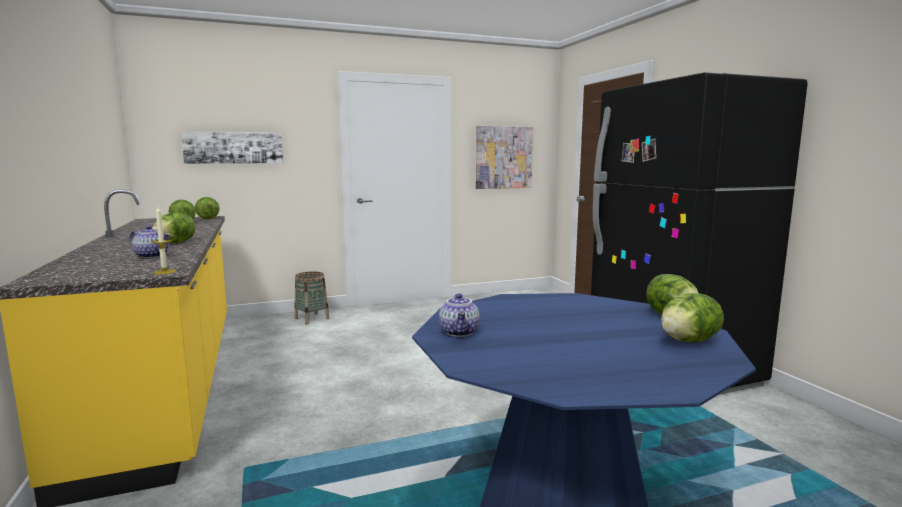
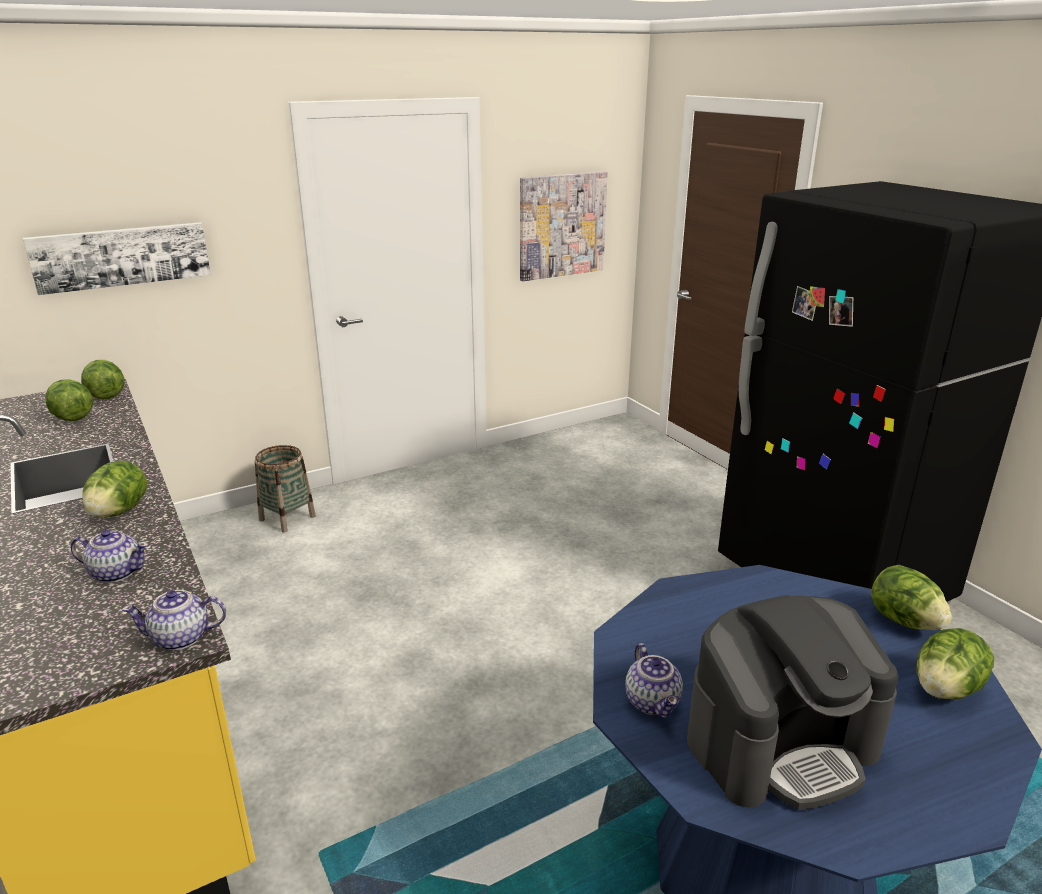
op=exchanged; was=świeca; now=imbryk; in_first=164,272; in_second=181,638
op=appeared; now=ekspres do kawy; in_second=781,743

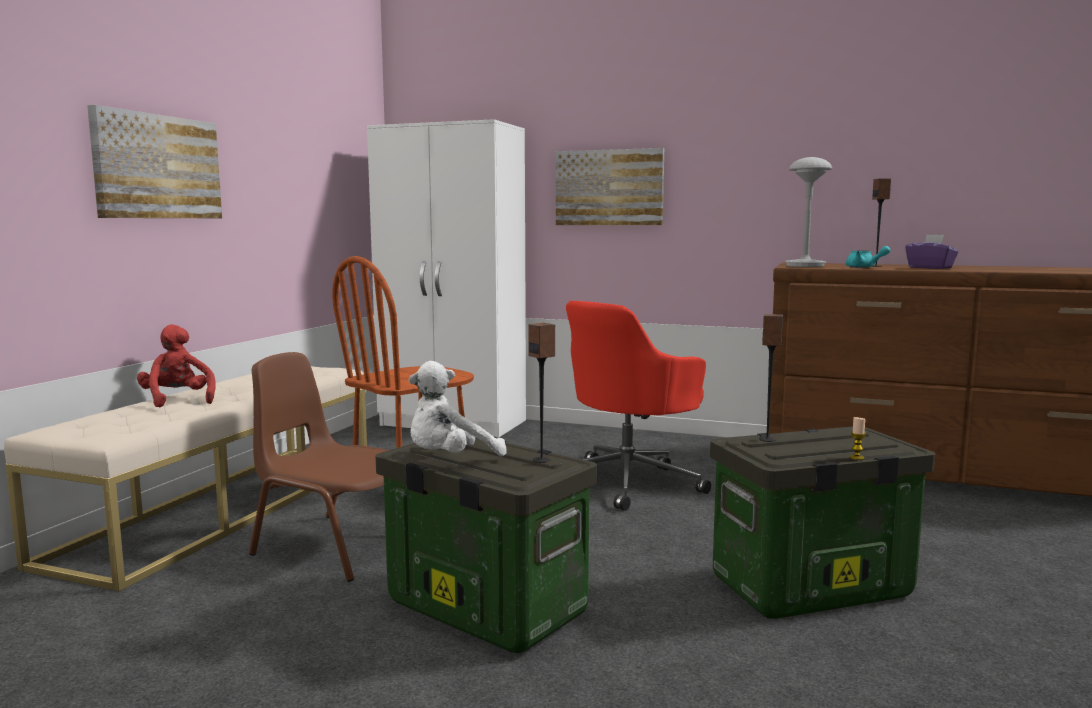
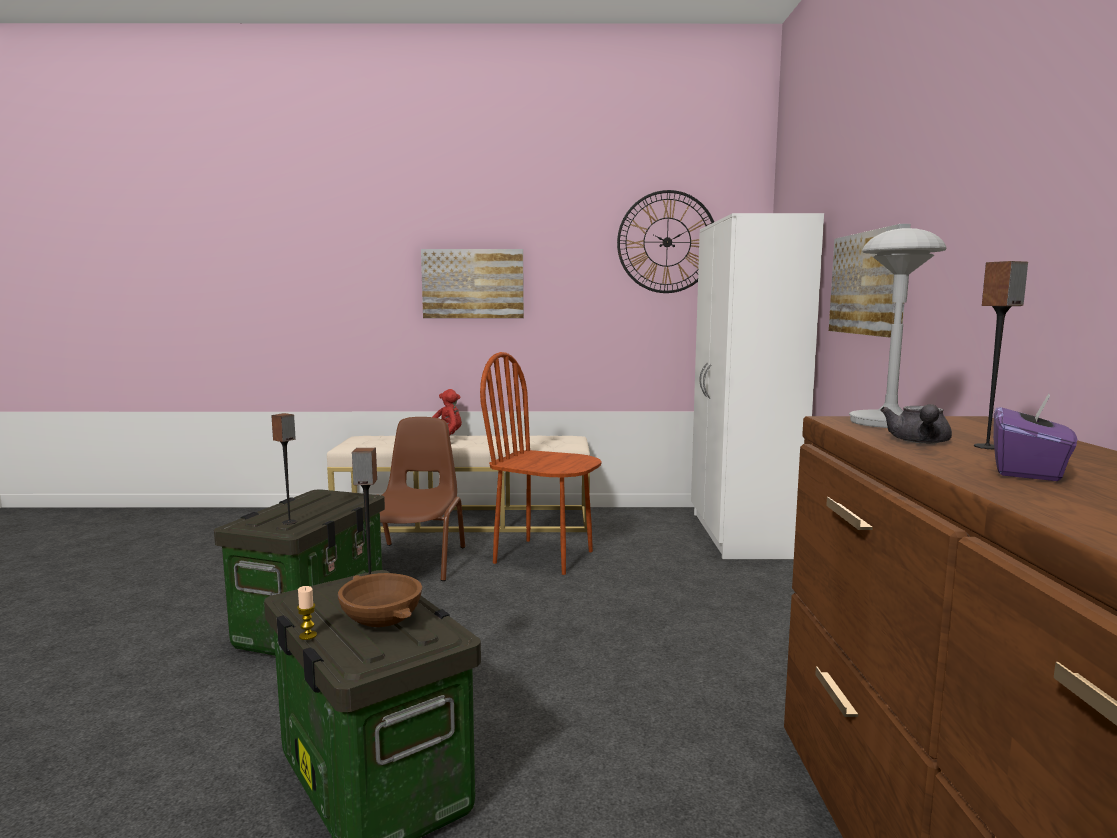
op=missing; was=pluszak [biały]; in_first=450,459
op=missing; was=krzesło biurowe [czerwony]; in_first=629,482
op=colour; was=imbryk [turkusowy]; now=imbryk [szary]; in_first=864,267; in_second=919,442
op=appeared; now=miska [brązowy]; in_second=383,617
op=appeared; now=zegar ścienny; in_second=667,242

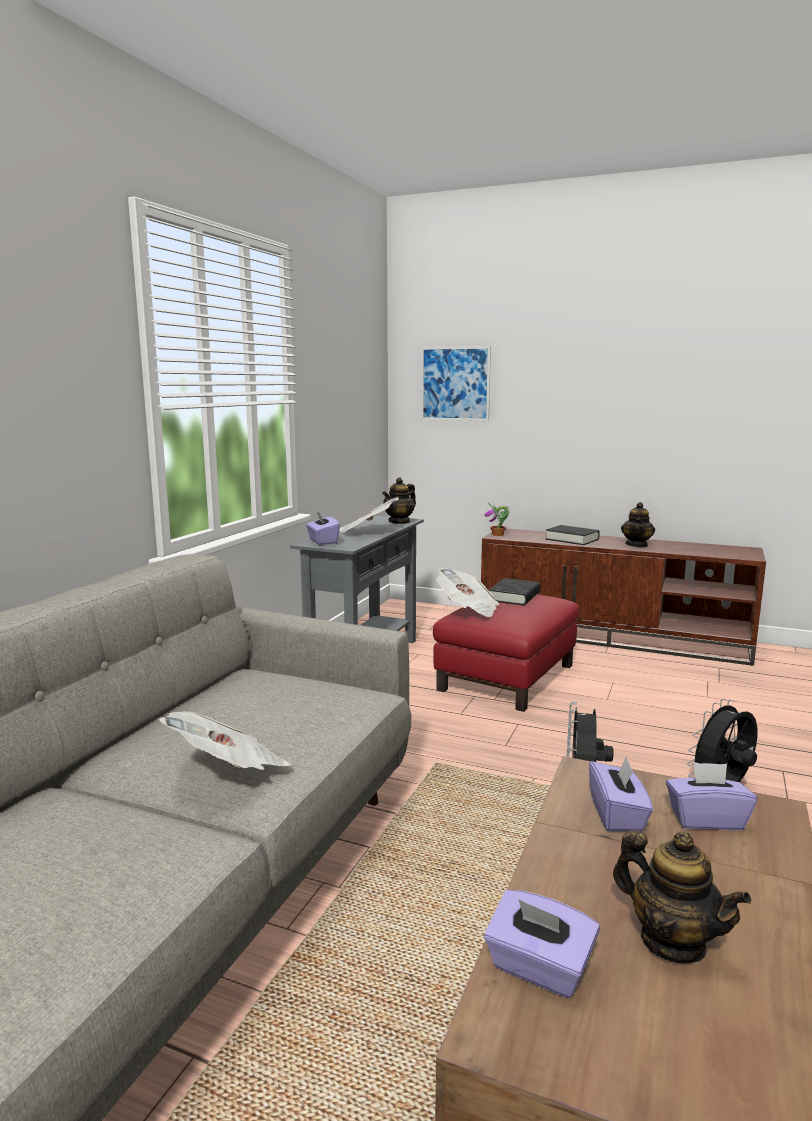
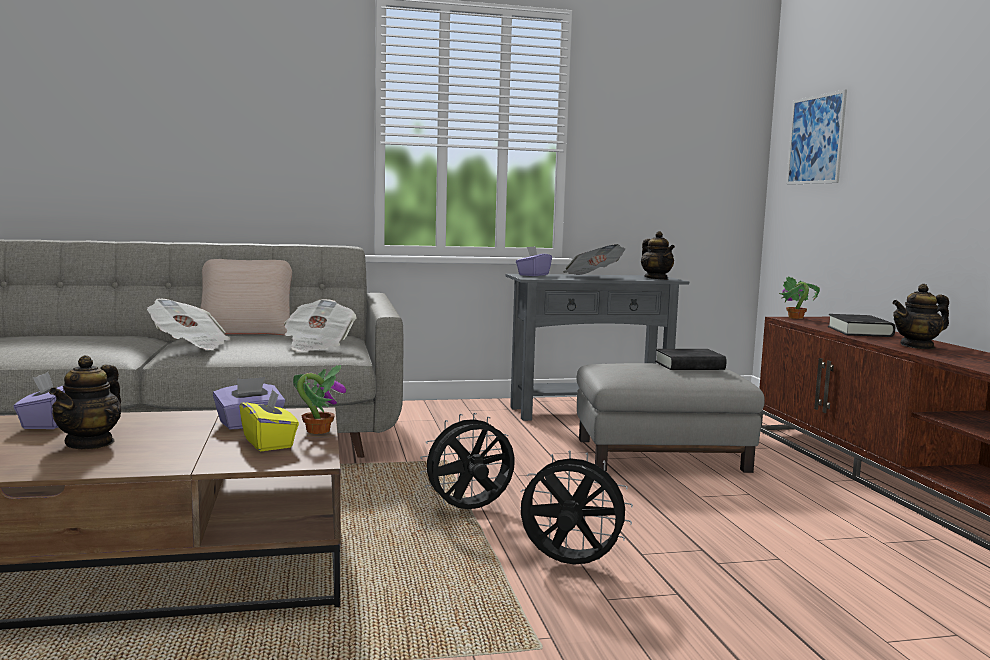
op=spun; was=imbryk; in_first=399,522; in_second=656,279; clockwise=-120
op=colour; was=pufa [czerwony]; now=pufa [szary]; in_first=506,677; in_second=661,455
op=relocated; was=gazeta; in_first=468,609; in_second=317,345
op=colour; was=pudełko chusteczek [fioletowy]; now=pudełko chusteczek [żółty]; in_first=706,819; in_second=269,443
op=appeared; now=poduszka [beżowy]; in_second=247,331
op=appeared; now=roślina doniczkowa; in_second=317,430

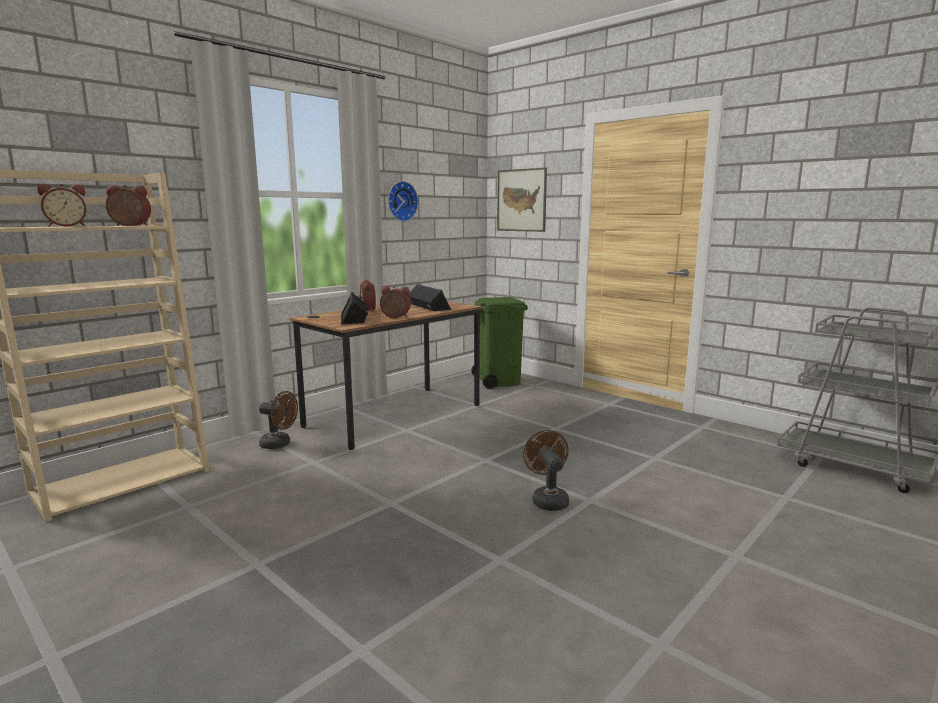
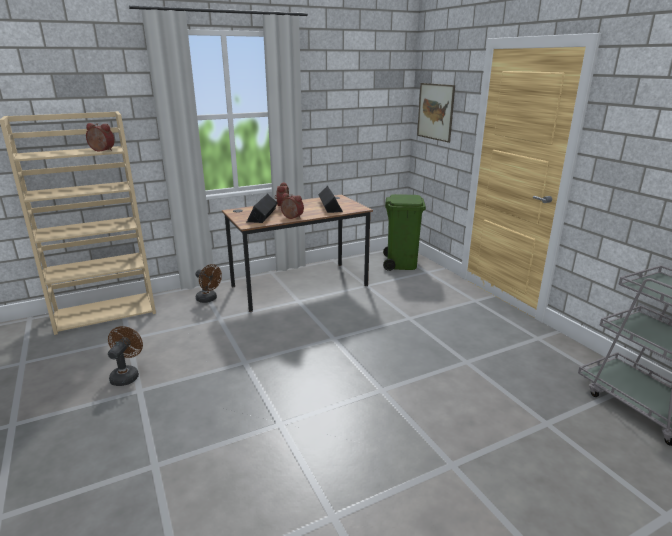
op=missing; was=budzik; in_first=67,226
op=missing; was=zegar ścienny; in_first=401,201
op=relocated; was=wentylator [brązowy]; in_first=547,499; in_second=126,375

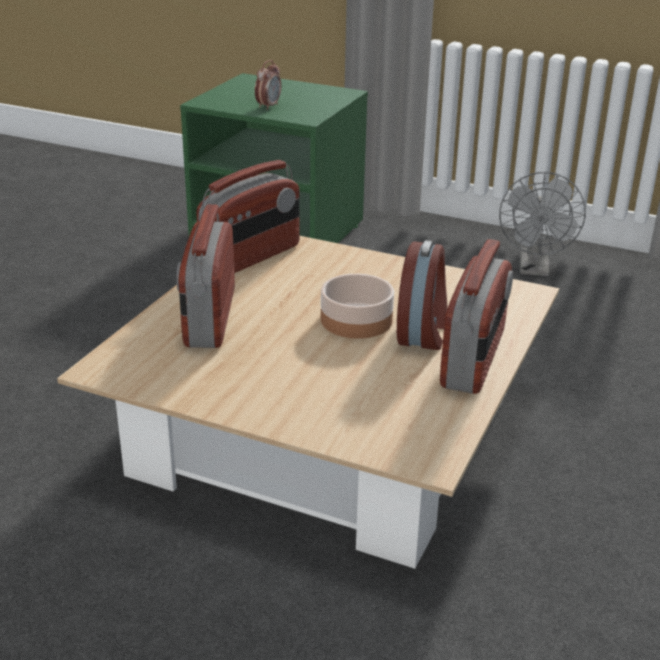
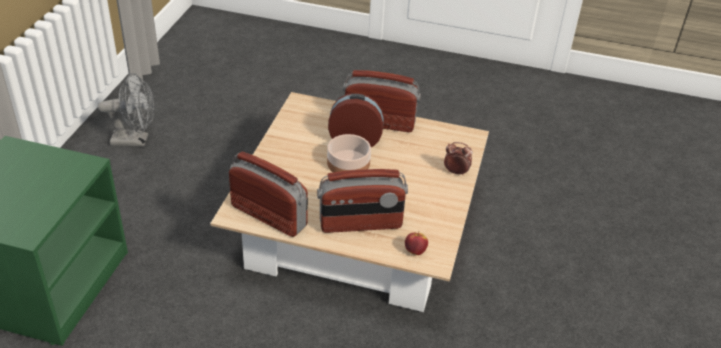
op=relocated; was=budzik; in_first=268,106; in_second=456,172
op=appeared; now=jabłko; in_second=415,251

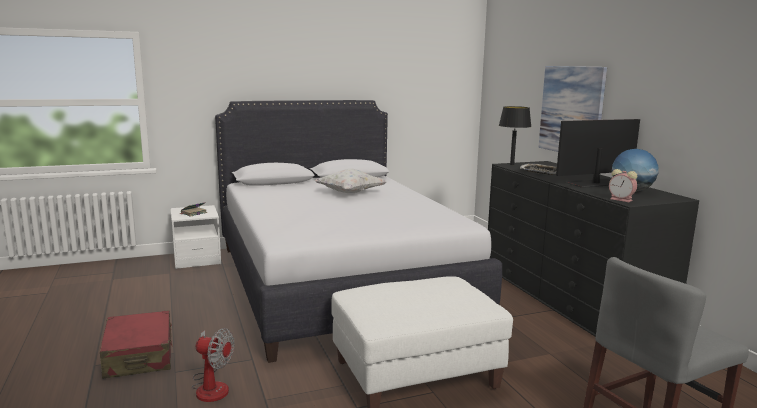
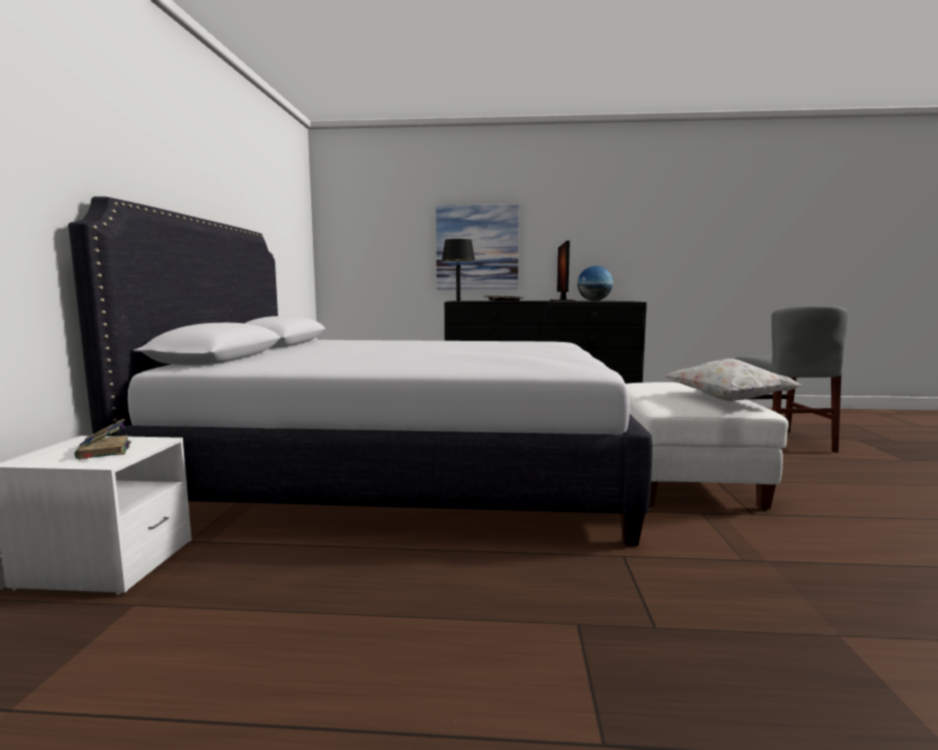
op=missing; was=walizka [czerwony]; in_first=139,356
op=missing; was=wentylator; in_first=211,386
op=relocated; was=poduszka [biały]; in_first=350,193; in_second=729,400
op=missing; was=budzik; in_first=622,200

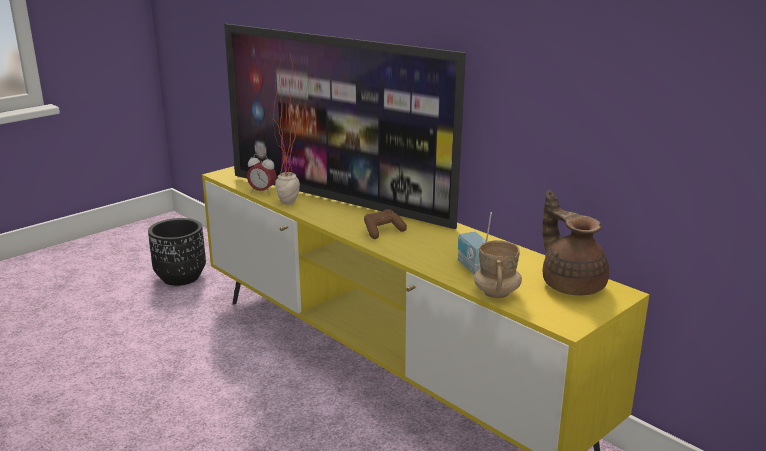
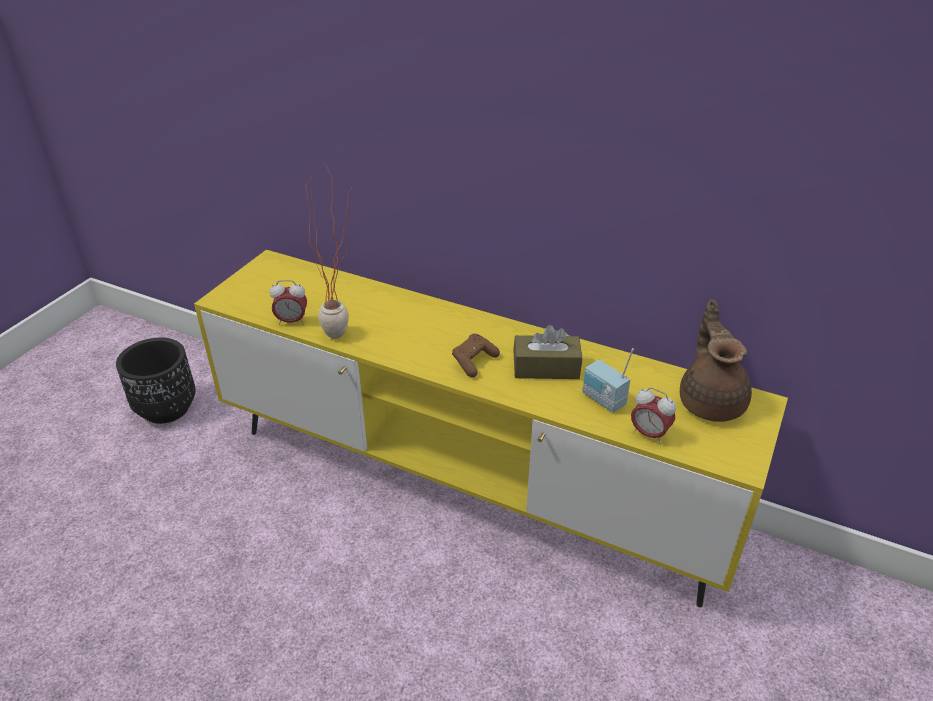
op=missing; was=telewizor; in_first=340,199
op=exchanged; was=kubek [beżowy]; now=budzik; in_first=496,293; in_second=649,434
op=spun; was=imbryk [brązowy]; in_first=571,284; in_second=711,401; clockwise=45
op=appeared; now=pudełko chusteczek [brązowy]; in_second=546,368

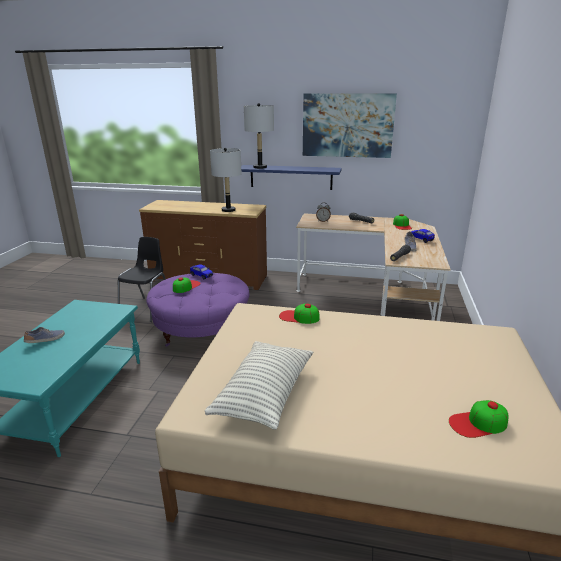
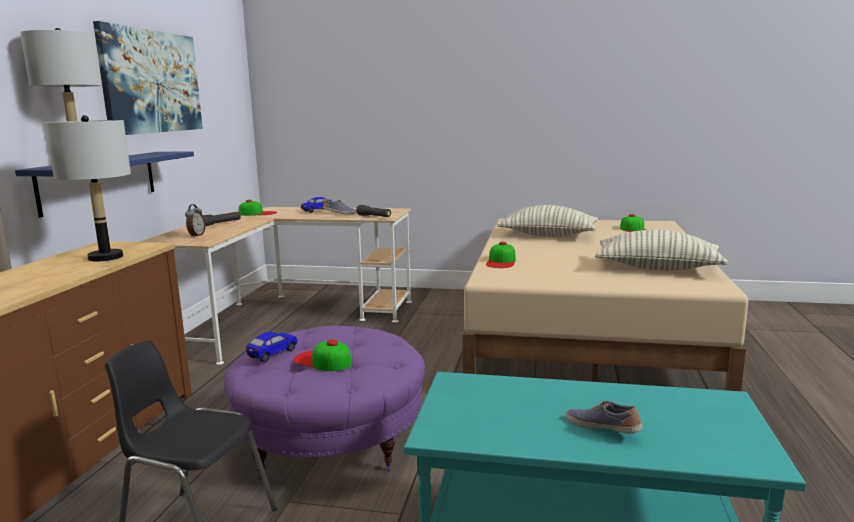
op=appeared; now=poduszka; in_second=548,235

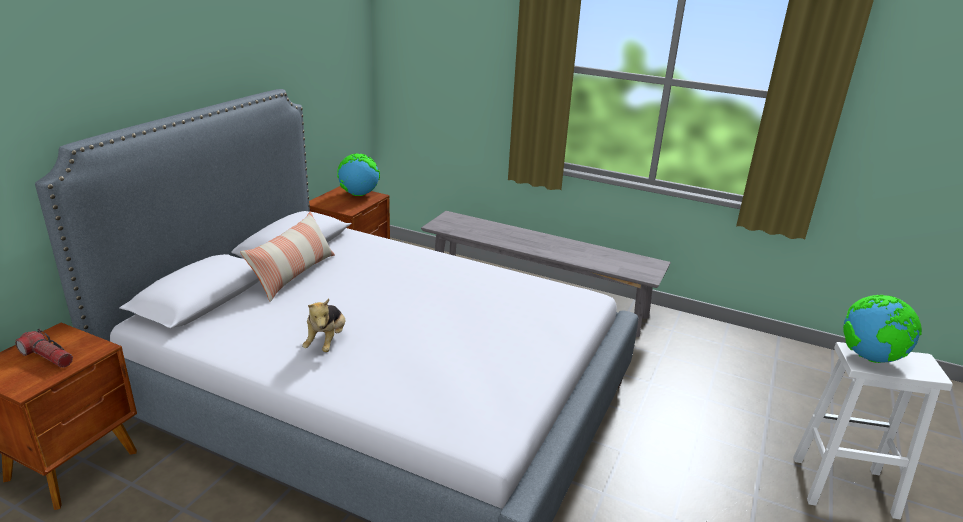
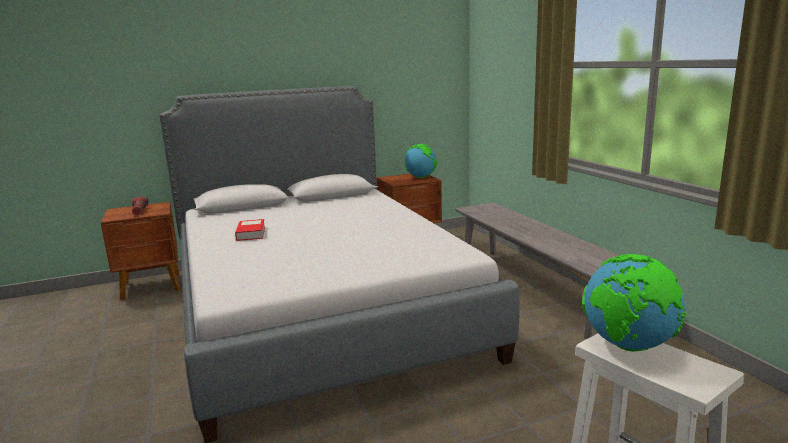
op=missing; was=poduszka; in_first=294,274
op=exchanged; was=pluszak; now=książka; in_first=326,342; in_second=251,233

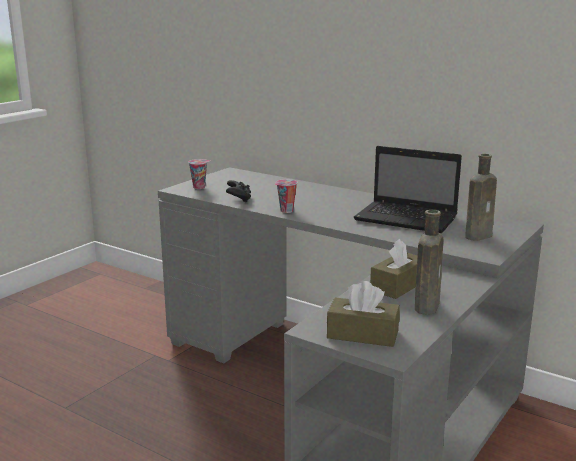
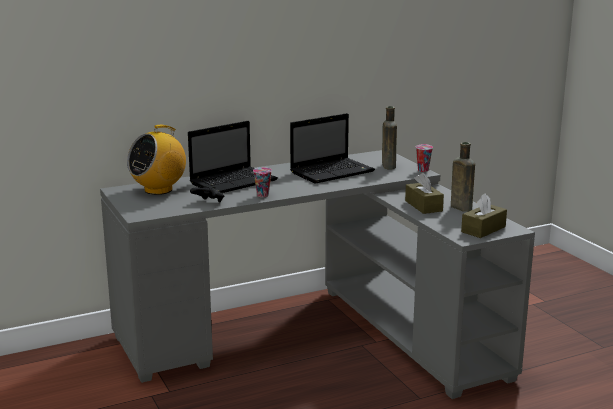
op=relocated; was=filiżanka; in_first=200,187; in_second=422,170
op=appeared; now=radio; in_second=159,190
op=appeared; now=laptop; in_second=234,181

